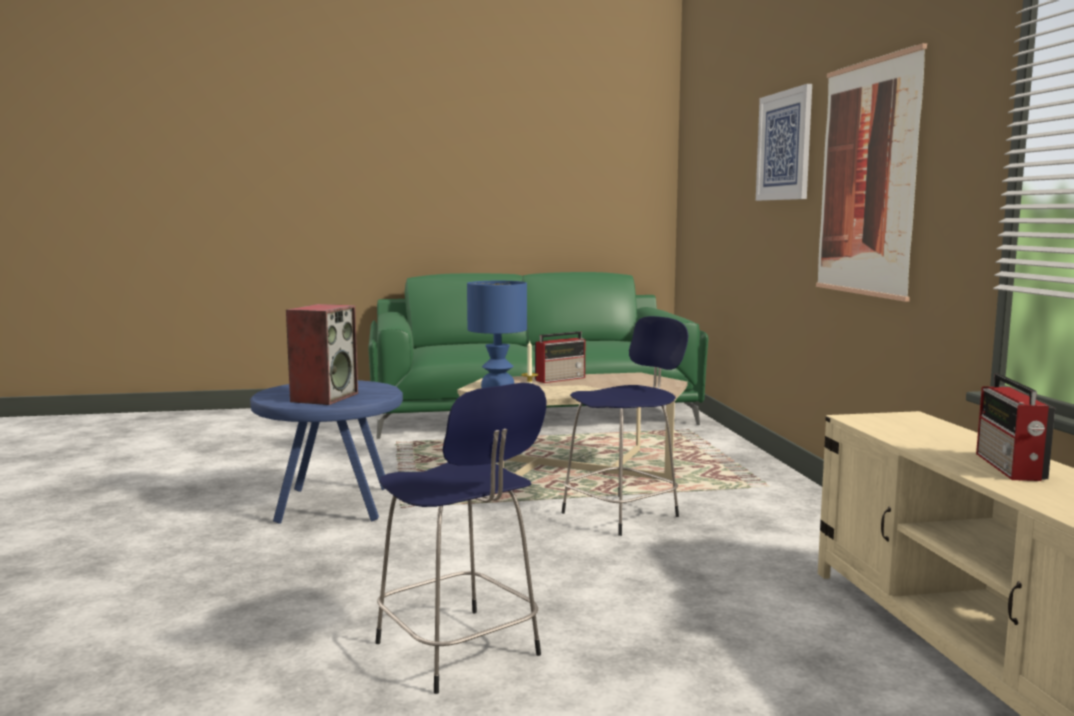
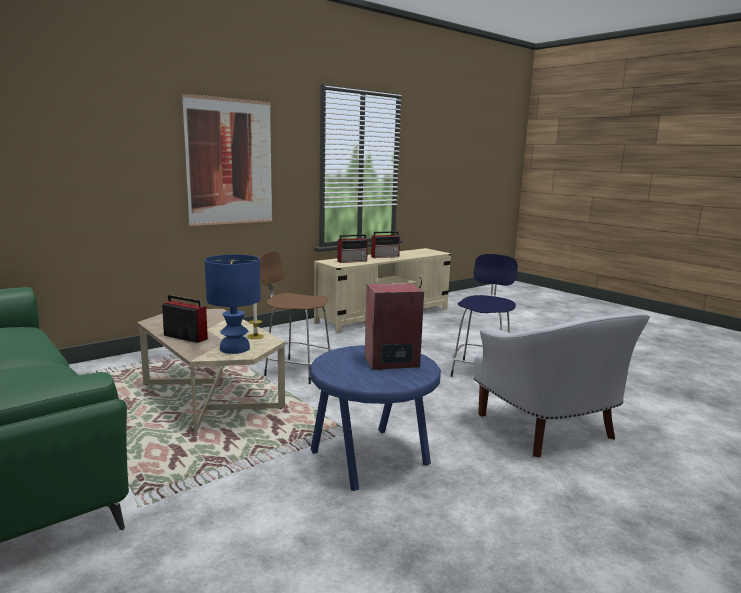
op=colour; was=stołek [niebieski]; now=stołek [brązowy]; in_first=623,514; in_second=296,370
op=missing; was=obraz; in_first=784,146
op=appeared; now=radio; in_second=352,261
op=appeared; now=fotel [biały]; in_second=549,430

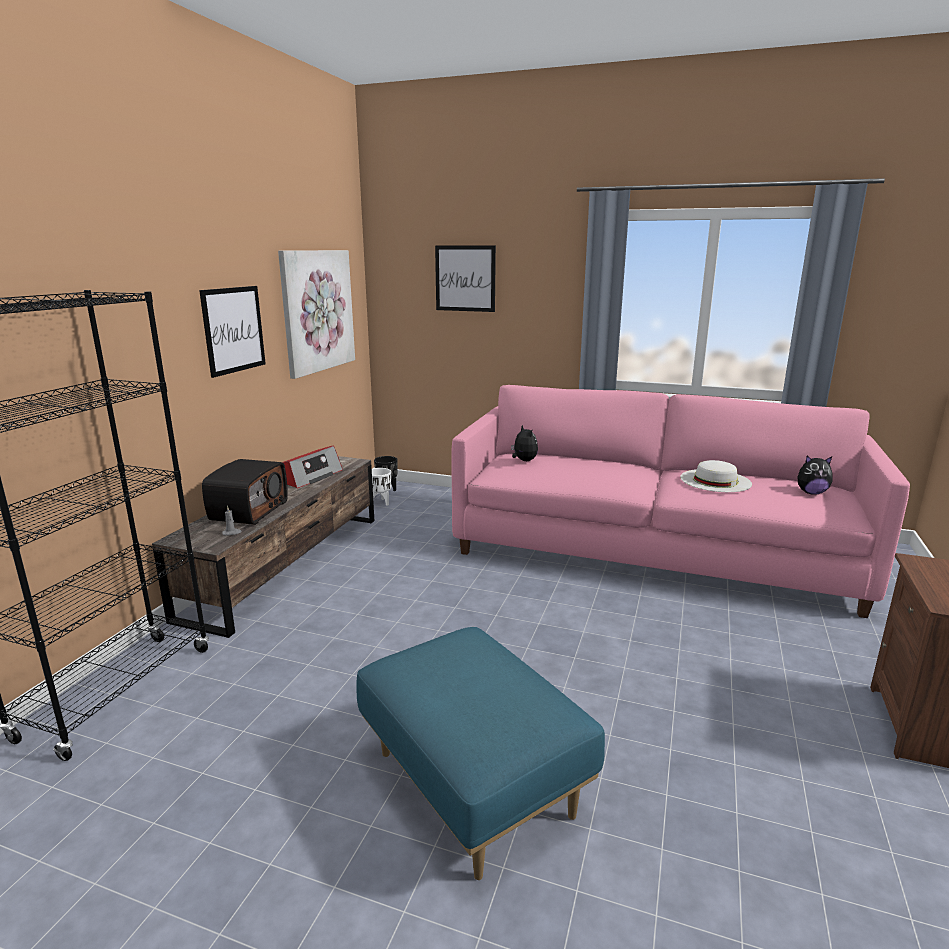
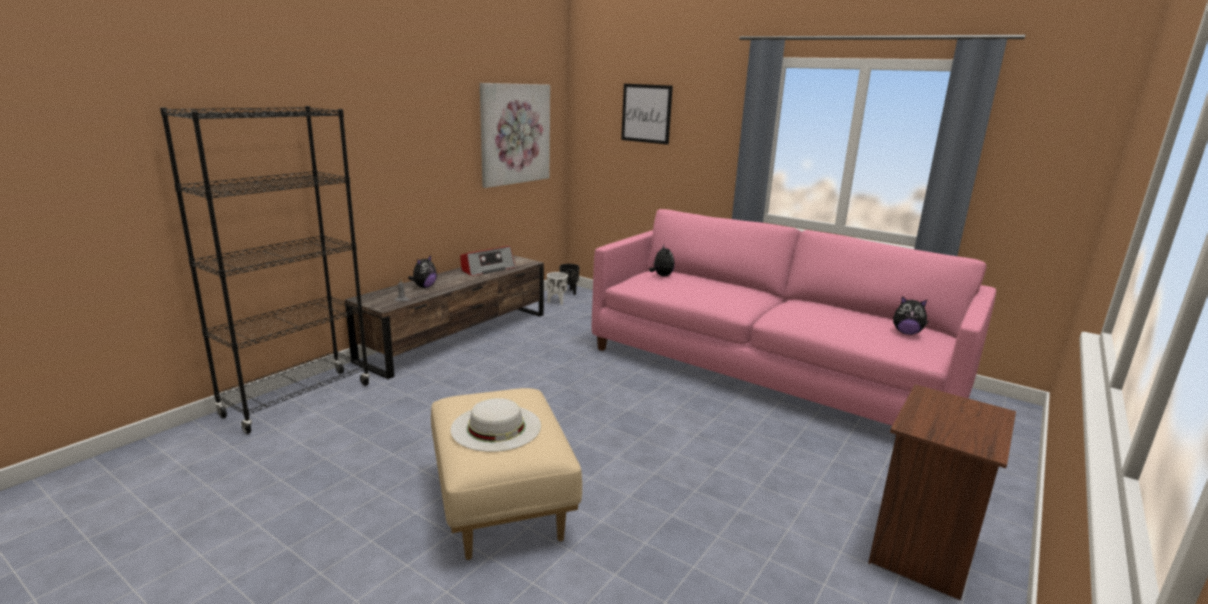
op=missing; was=obraz; in_first=233,330
op=exchanged; was=radio; now=pluszak; in_first=248,511; in_second=424,287
op=colour; was=pufa [niebieski]; now=pufa [beżowy]; in_first=471,784; in_second=500,504
op=relocated; was=kapelusz [biały]; in_first=715,480; in_second=496,427

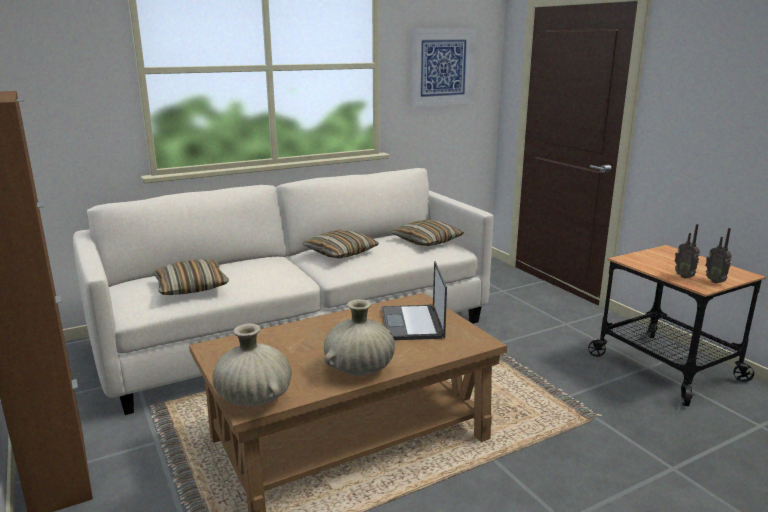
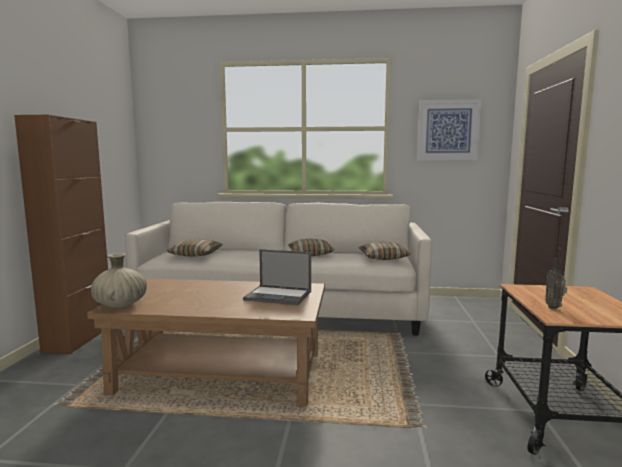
op=missing; was=wazon [beżowy]; in_first=359,369
op=spun; was=laptop; in_first=412,323; in_second=279,295; clockwise=-105
op=missing; was=radio; in_first=715,281

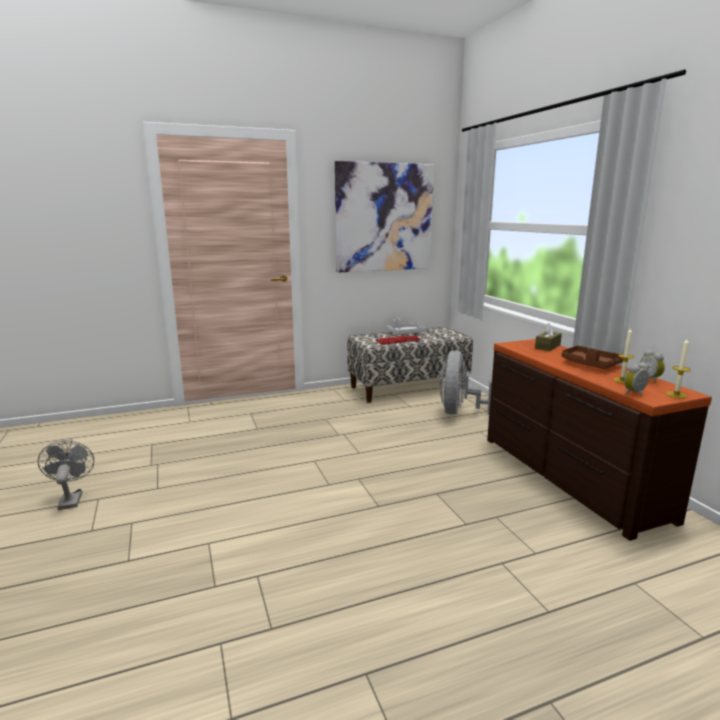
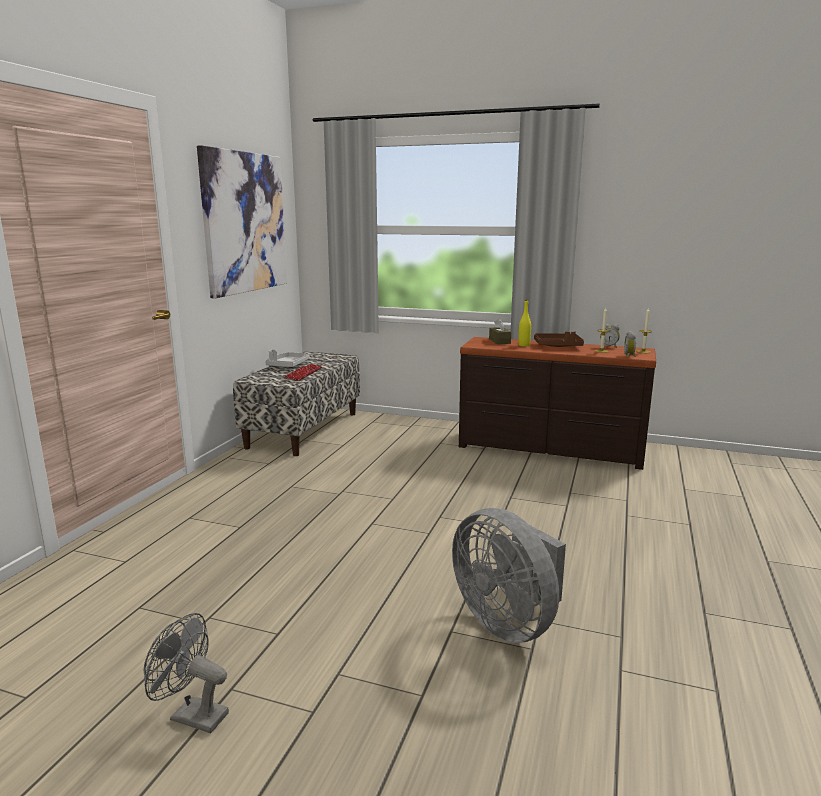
op=relocated; was=wentylator [szary]; in_first=460,412; in_second=508,622
op=appeared; now=butelka [żółty]; in_second=524,345

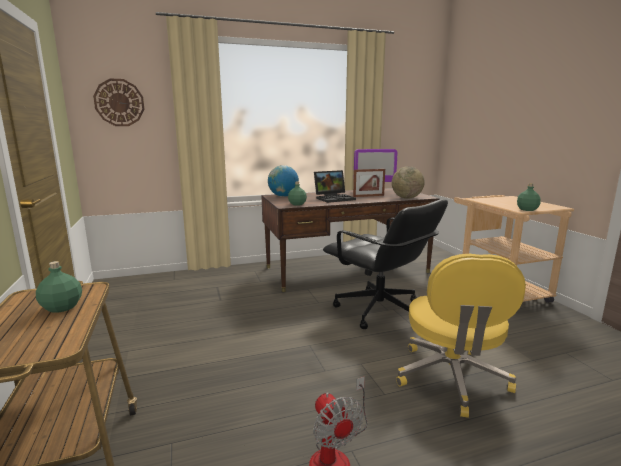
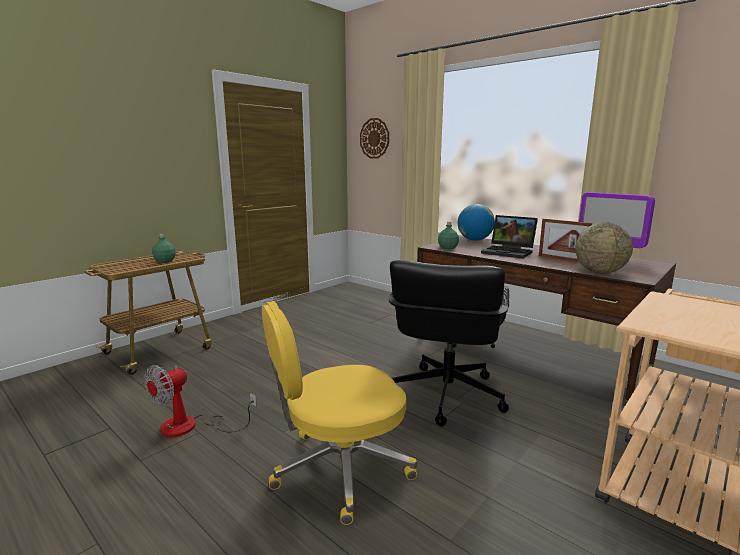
op=missing; was=butelka [zielony]; in_first=527,209

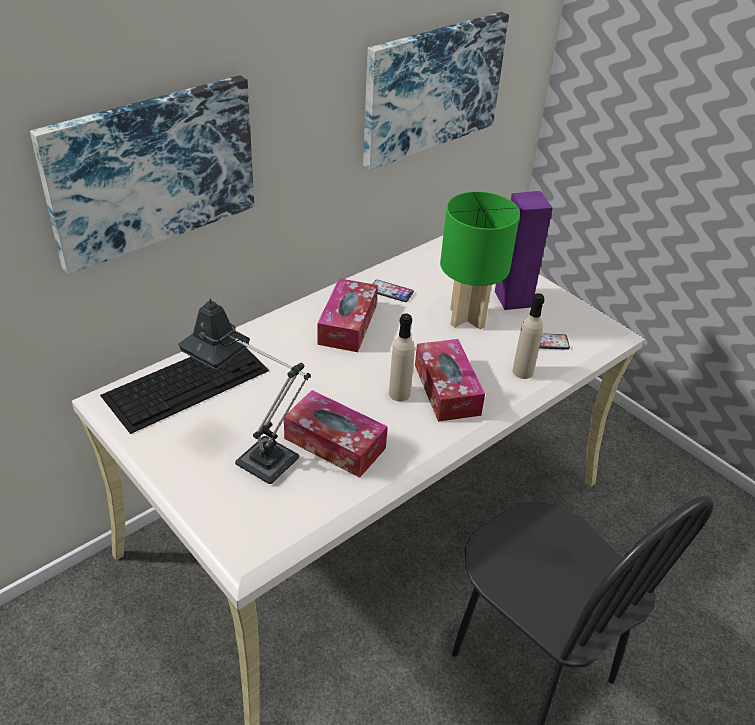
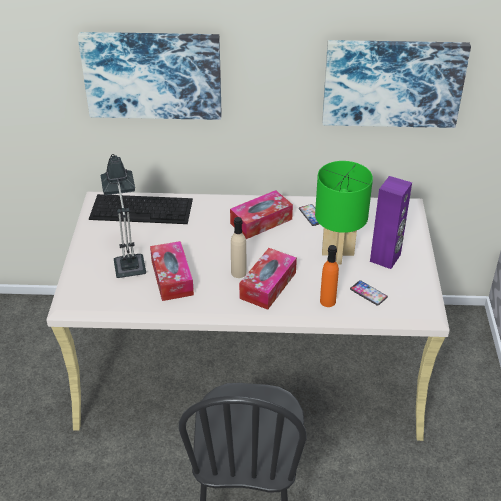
op=colour; was=butelka [beżowy]; now=butelka [pomarańczowy]; in_first=522,372; in_second=327,301

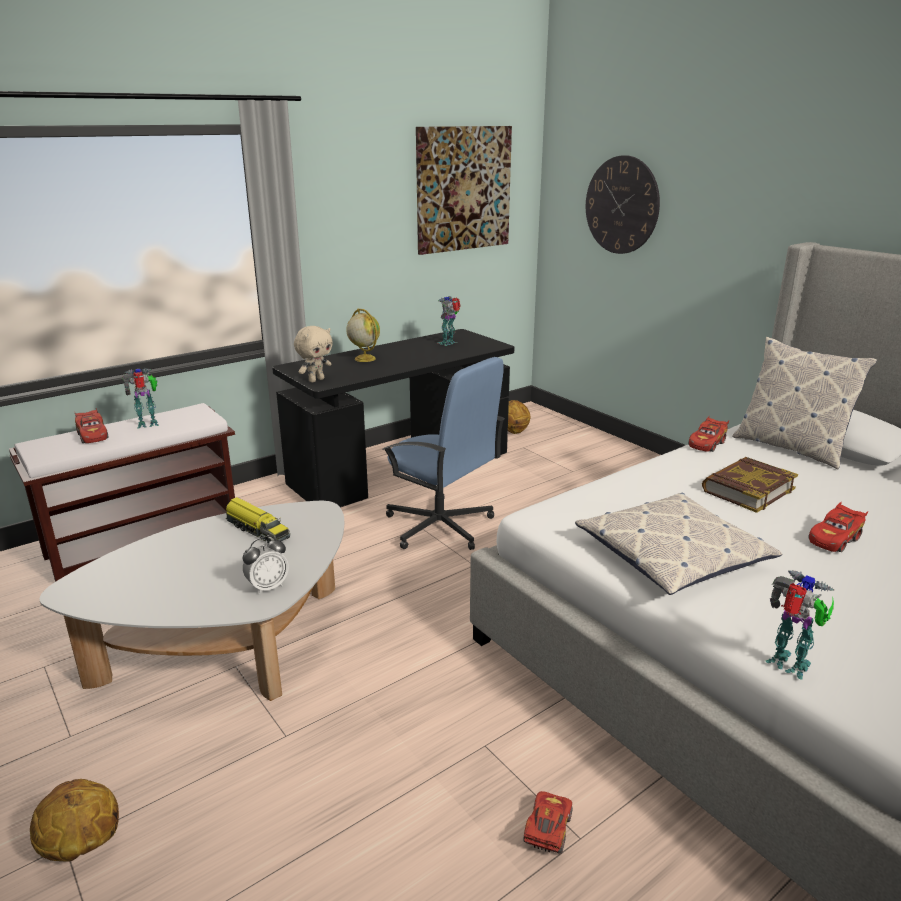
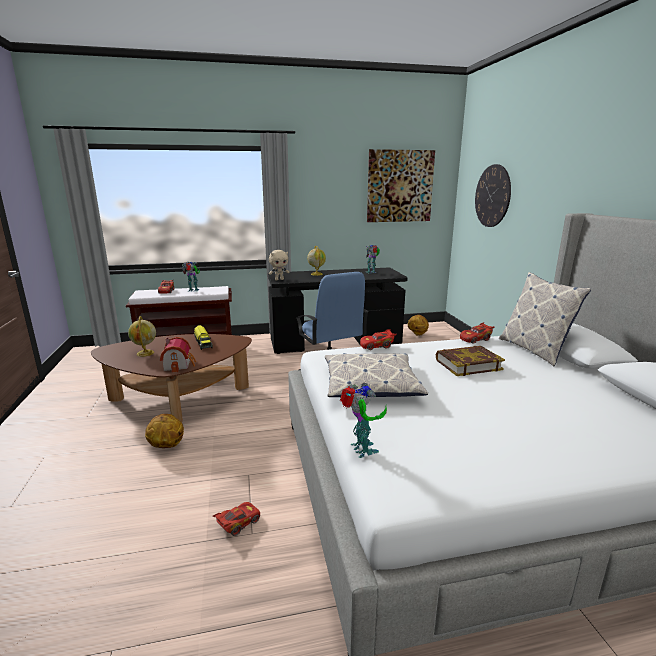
op=relocated; was=piłka do koszykówki; in_first=81,846; in_second=166,446
op=colour; was=ława [biały]; now=ława [brązowy]; in_first=231,647; in_second=179,400
op=exchanged; was=budzik; now=domek; in_first=268,587; in_second=179,364
op=relocated; was=samochodzik [czerwony]; in_first=834,539; in_second=377,346
op=appeared; now=globus; in_second=145,353

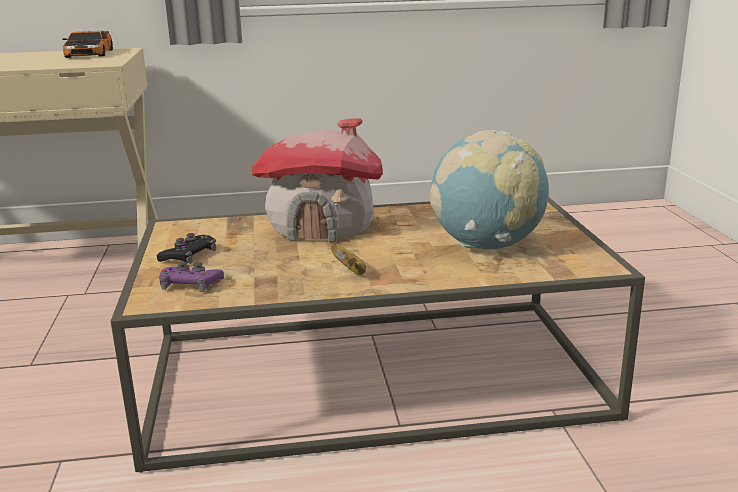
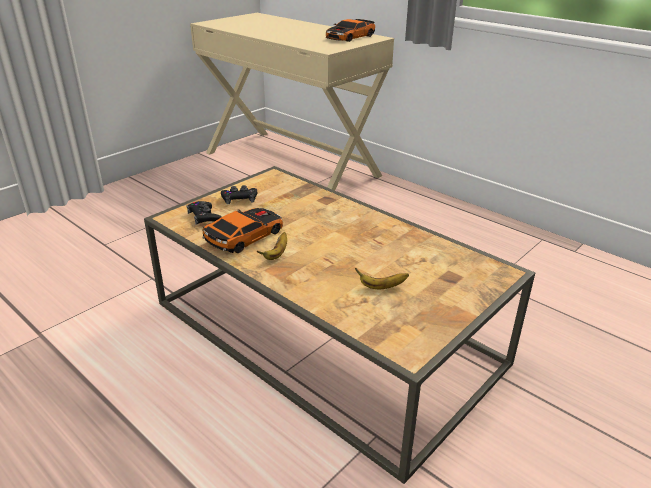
op=colour; was=pad do gier [fioletowy]; now=pad do gier [czarny]; in_first=191,284; in_second=204,217
op=missing; was=domek; in_first=323,226
op=exchanged; was=globus; now=banan; in_first=487,246; in_second=381,287
op=appeared; now=samochodzik; in_second=244,235

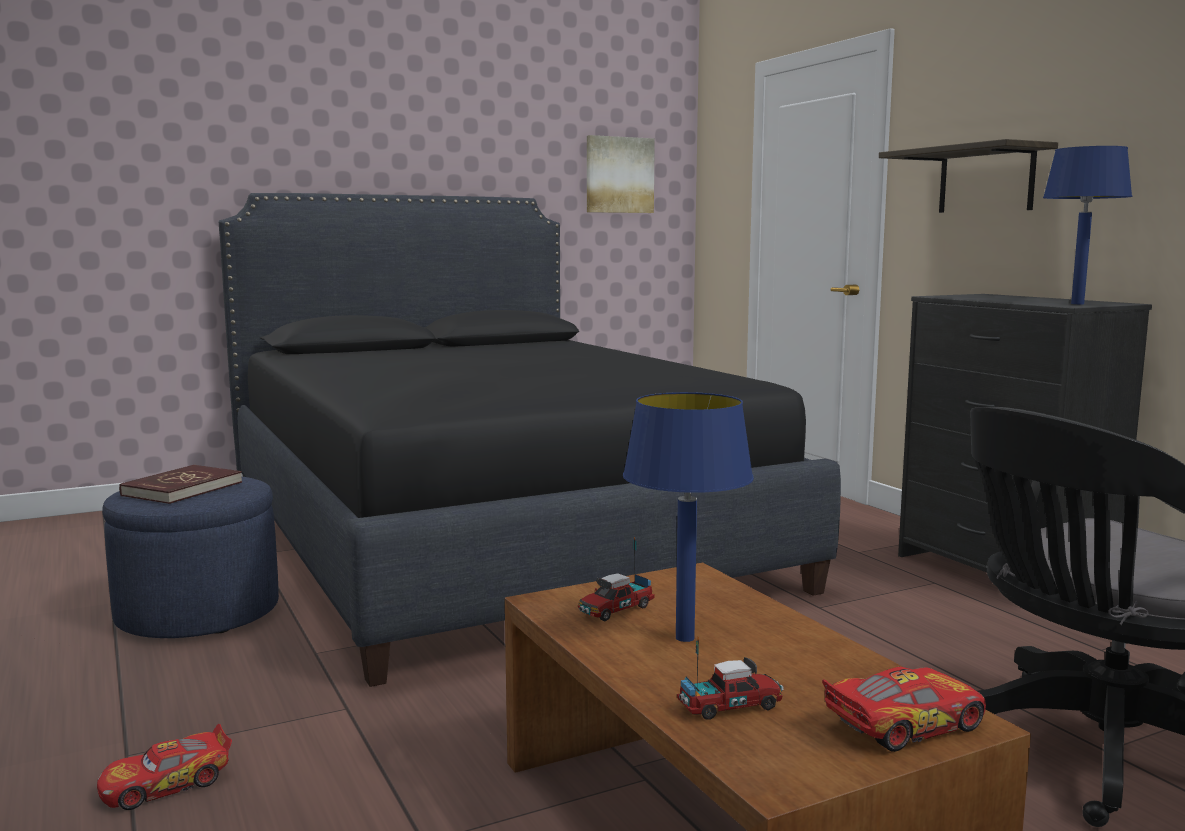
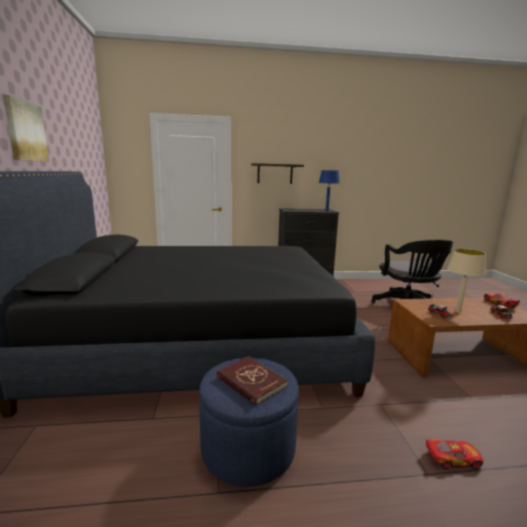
op=spun; was=samochodzik; in_first=167,784; in_second=452,458; clockwise=-75
op=relocated; was=obraz; in_first=619,175; in_second=25,131
op=colour; was=lampa stołowa [niebieski]; now=lampa stołowa [beżowy]; in_first=685,638; in_second=458,311

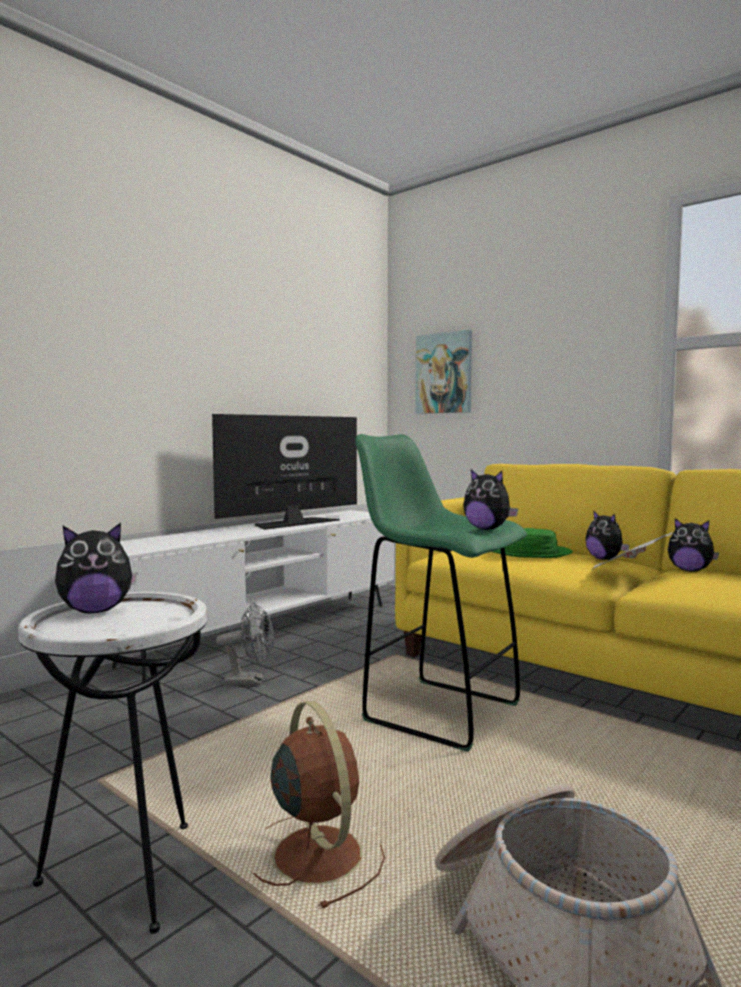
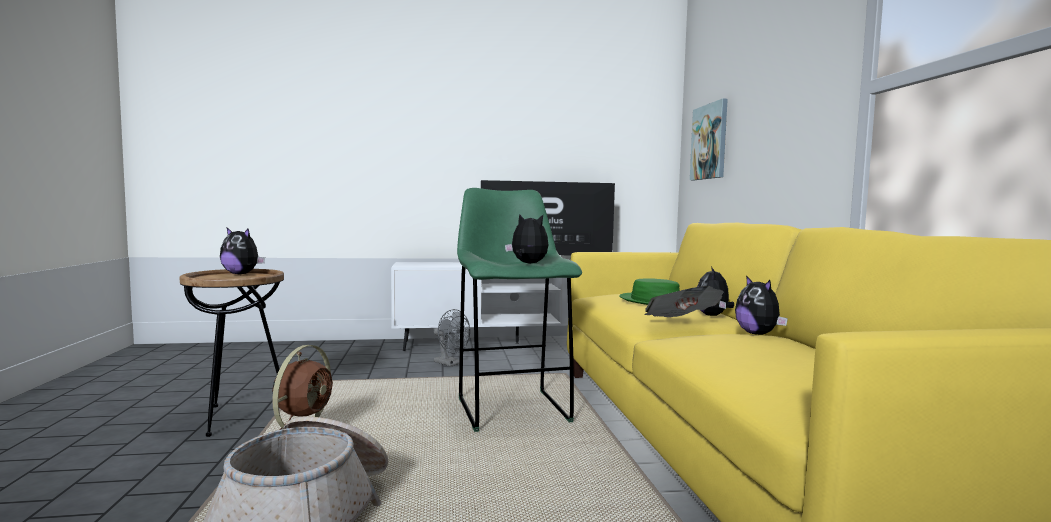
op=colour; was=stolik [biały]; now=stolik [brązowy]; in_first=127,877; in_second=238,416
op=spun; was=pluszak; in_first=487,529; in_second=527,263; clockwise=135

